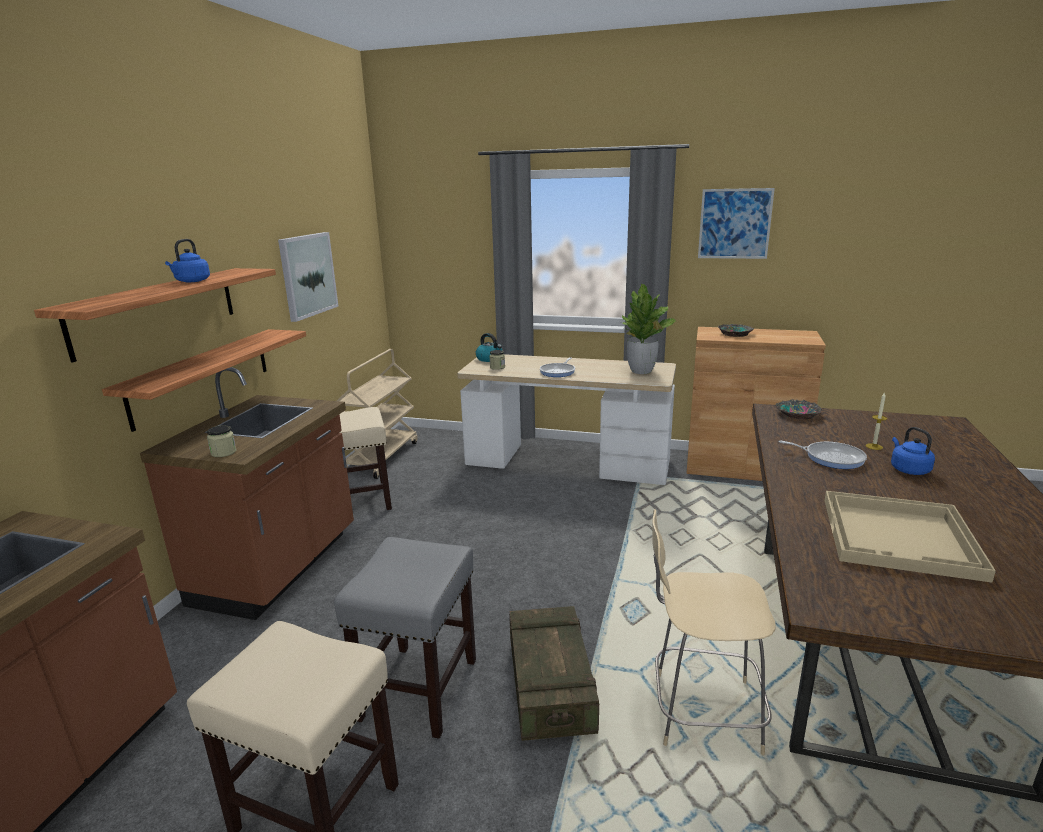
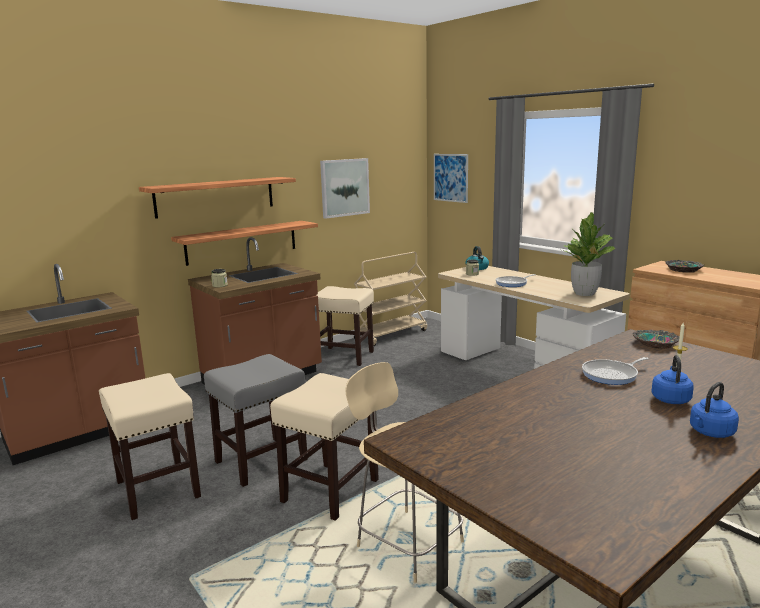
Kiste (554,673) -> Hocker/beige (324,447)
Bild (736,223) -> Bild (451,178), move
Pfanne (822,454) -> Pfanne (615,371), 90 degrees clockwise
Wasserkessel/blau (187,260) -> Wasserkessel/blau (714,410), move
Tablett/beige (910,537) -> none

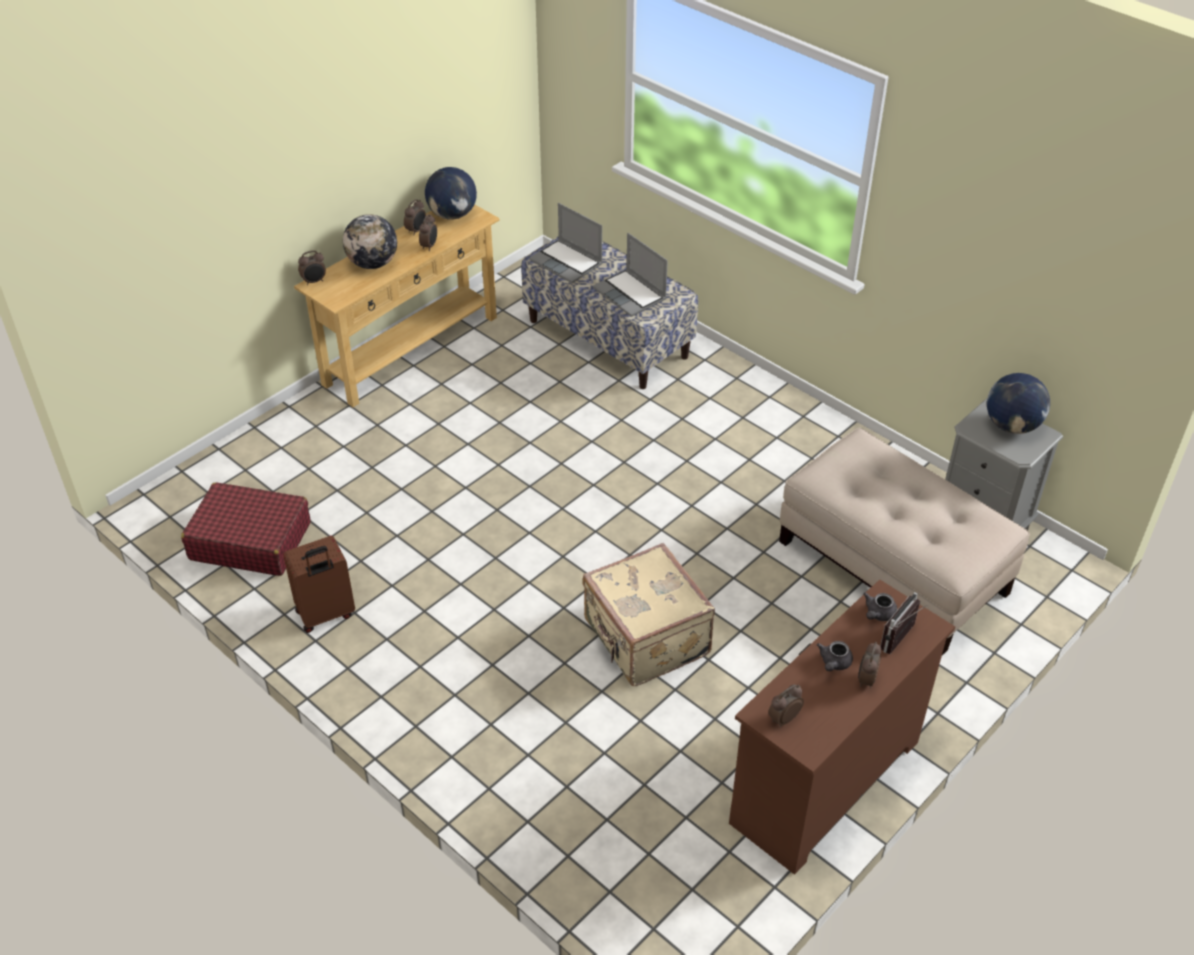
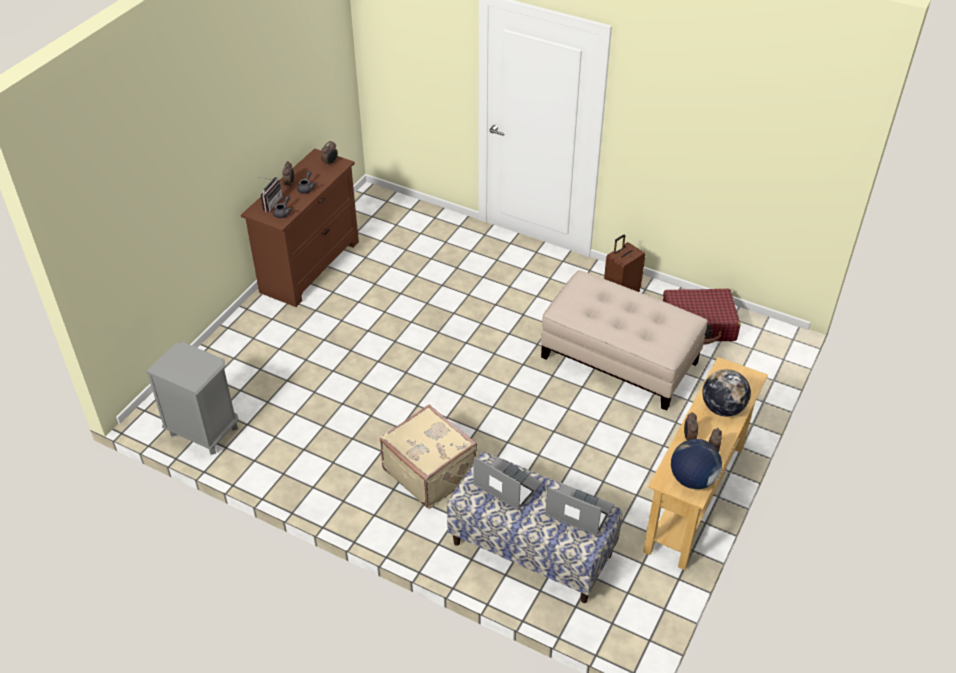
Koffer/beige (649,614) -> Koffer/beige (428,457), move
Polsterhocker/beige (904,541) -> Polsterhocker/beige (624,340), move
Wecker (312,267) -> none
Globus (1018,403) -> none

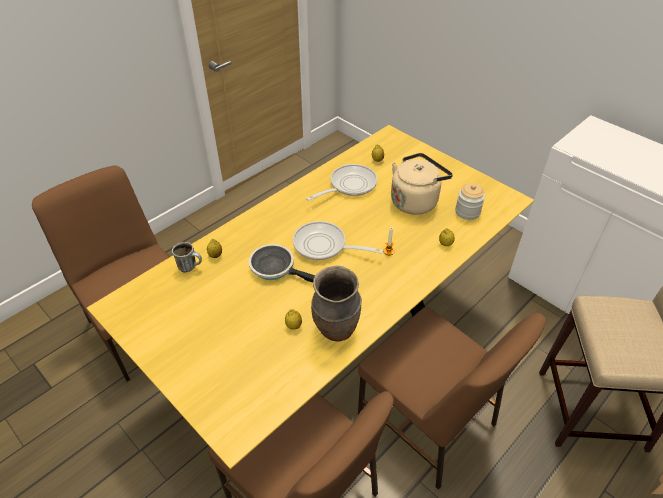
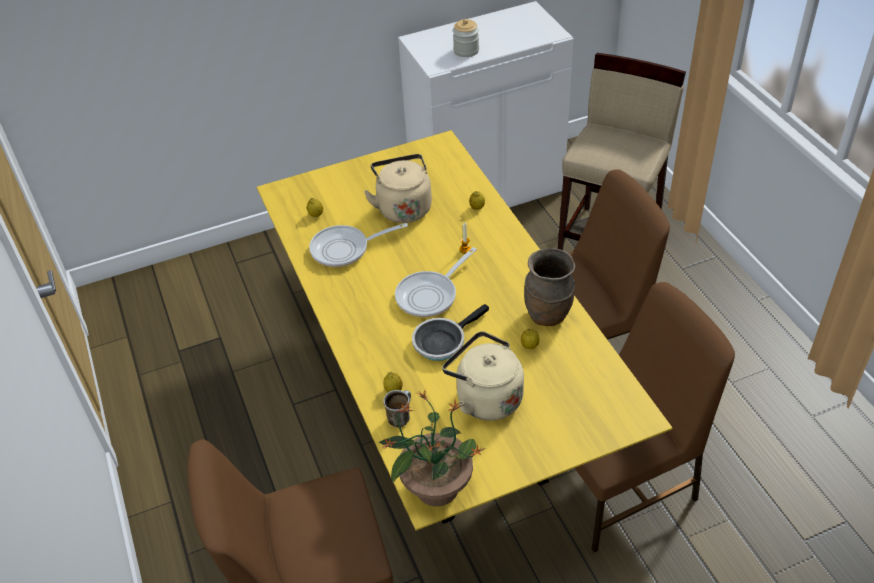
Pfanne (341,182) -> Pfanne (358,245), 90 degrees counterclockwise
none -> Topfpflanze (432,447)
none -> Wasserkessel/beige (483,376)
Vorratsglas (470,201) -> Vorratsglas (466,38), move

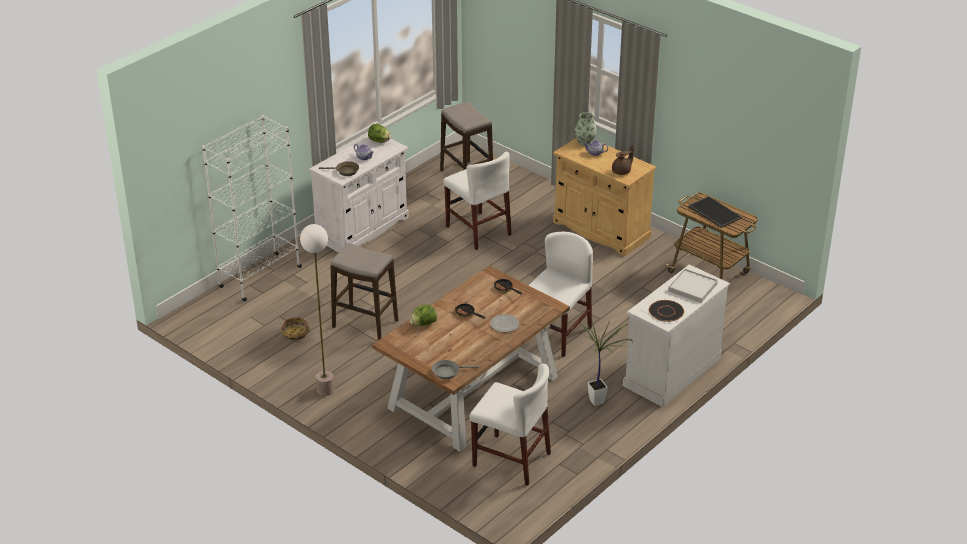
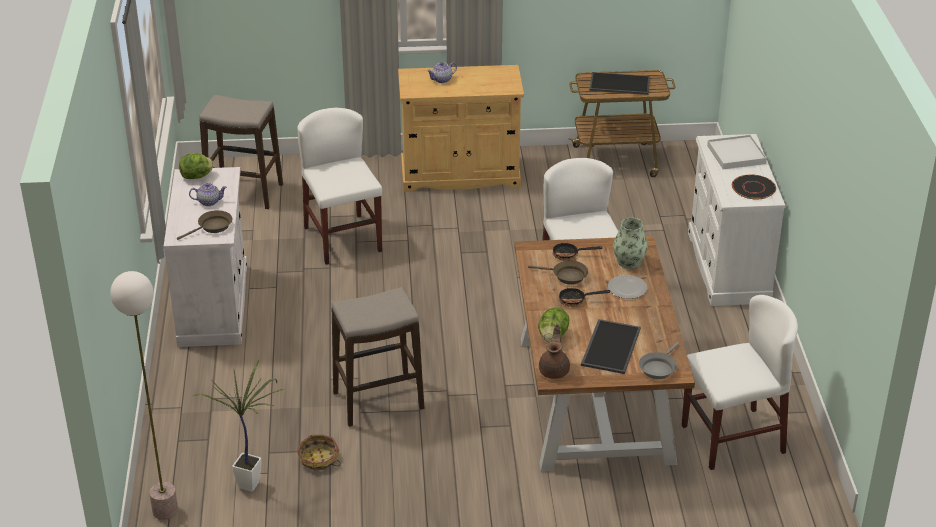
Stehlampe (317,310) -> Stehlampe (144,395), move
Topfpflanze (606,363) -> Topfpflanze (240,426), move
Stuhl/weiß (477,200) -> Stuhl/weiß (339,186), 120 degrees counterclockwise
none -> Pfanne/braun (558,273)
Teekanne/braun (623,160) -> Teekanne/braun (554,351), move
none -> Tablett (611,346)
Vase (586,129) -> Vase (630,243), move
Bücherregal/weiß (252,208) -> none

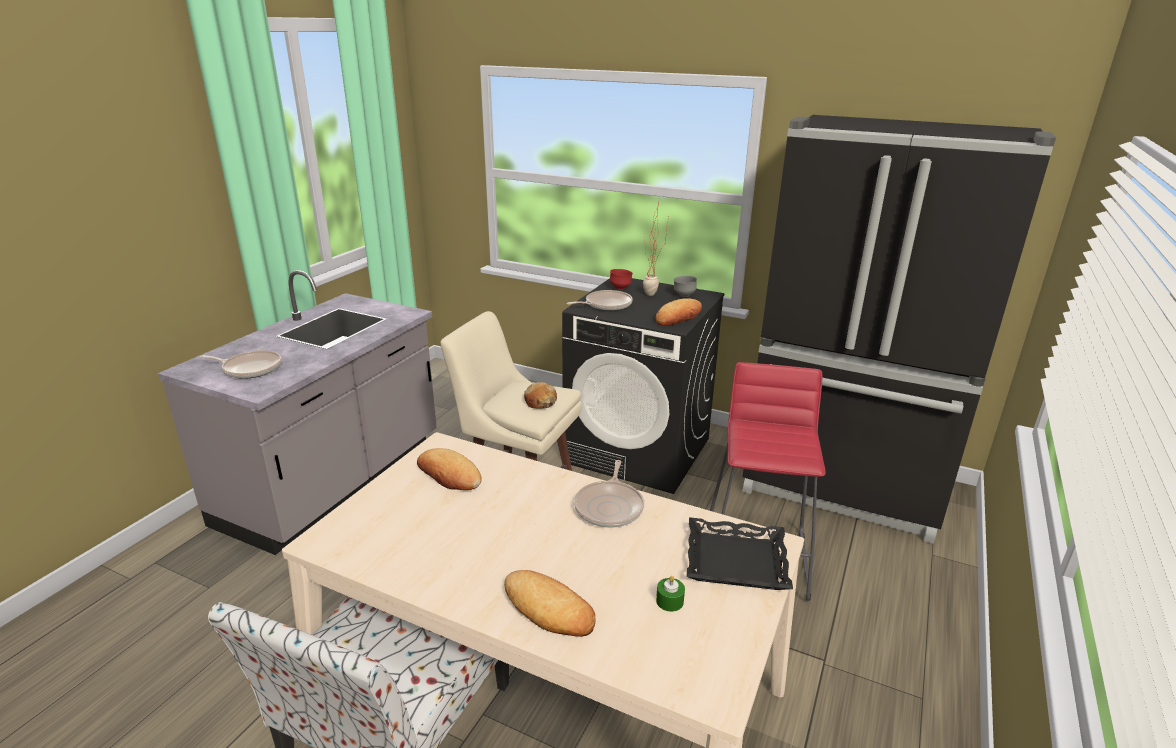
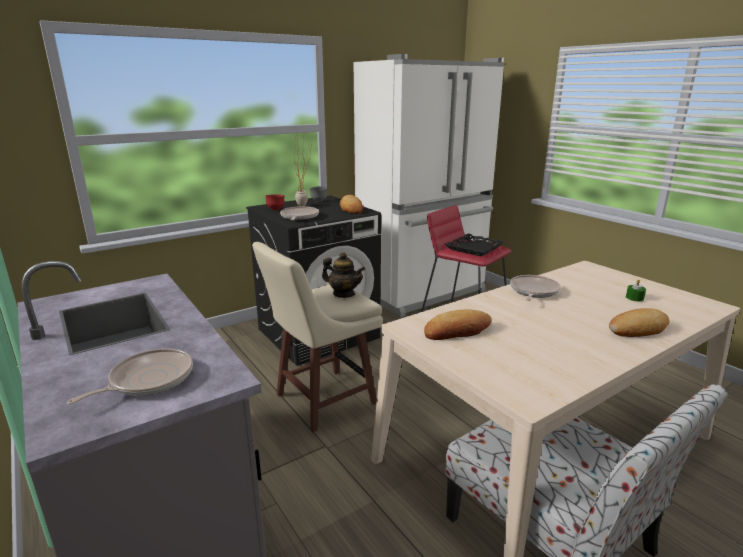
Brot (540,395) -> Teekanne (343,275)
Kühlschrank/schwarz (899,329) -> Kühlschrank/weiß (429,185)
Tablett/schwarz (740,554) -> Tablett/schwarz (475,245), move
Pfanne (609,494) -> Pfanne (535,288), 105 degrees counterclockwise

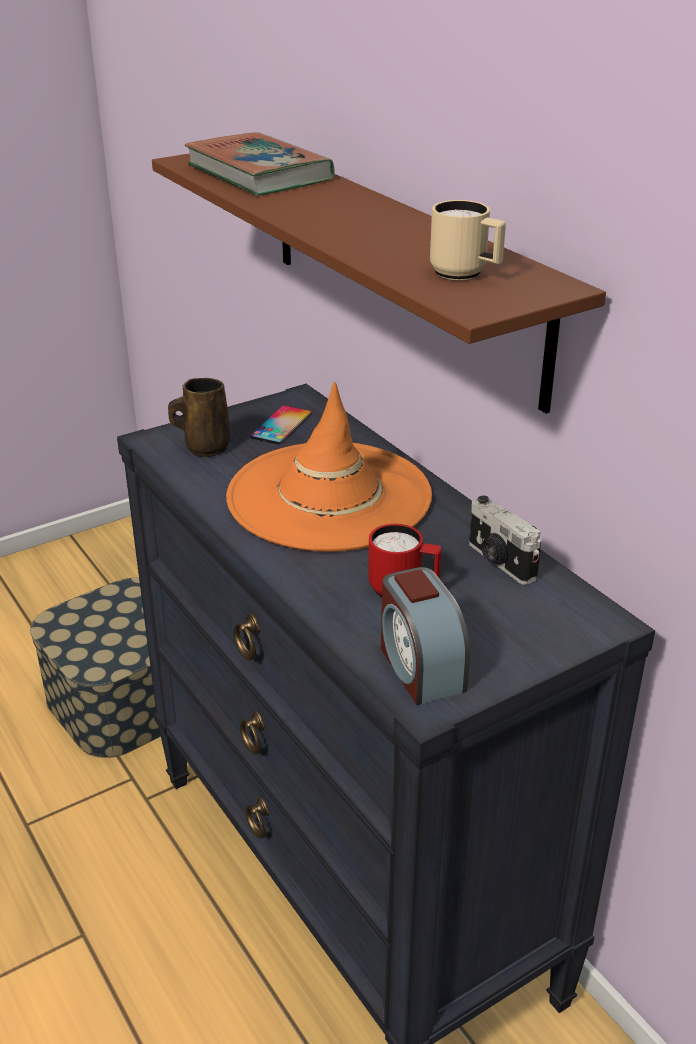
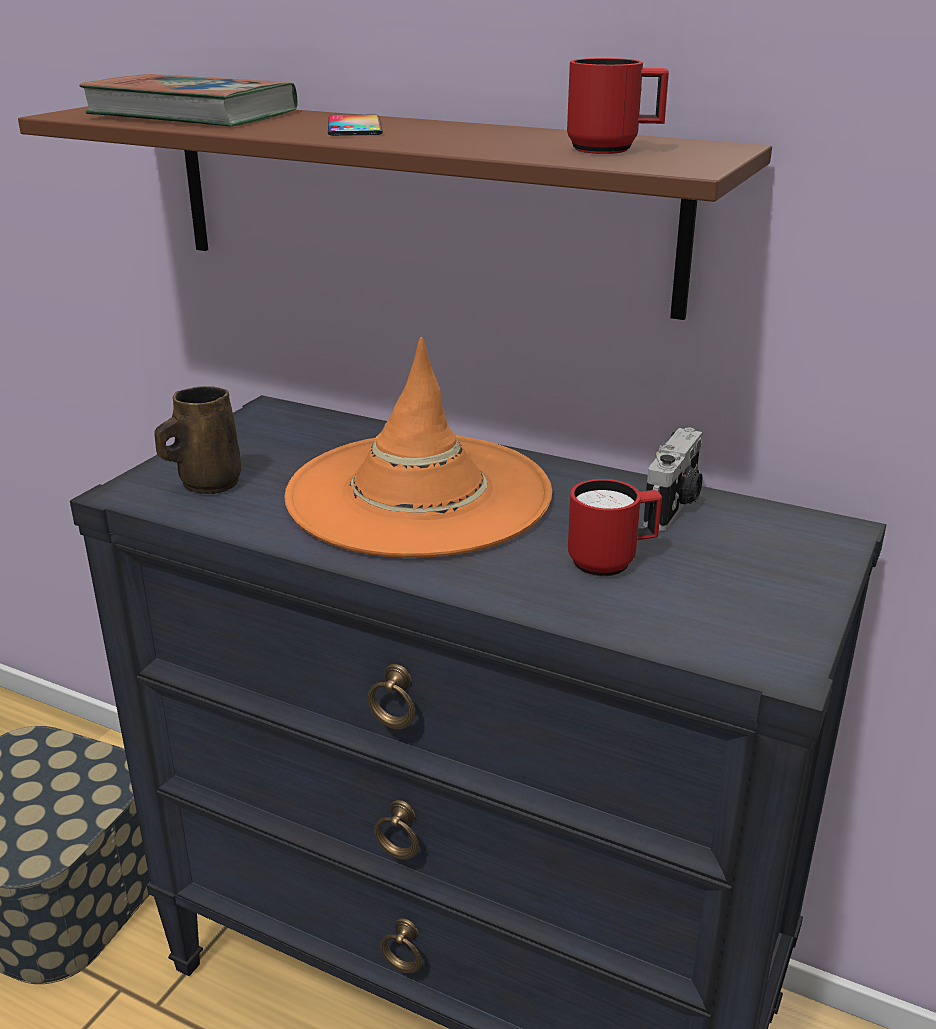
Handy (280,424) -> Handy (355,125), move
Henkelbecher/beige (468,240) -> Henkelbecher/rot (618,106)
Kamera (505,540) -> Kamera (673,479), 90 degrees counterclockwise
Wecker (425,636) -> none

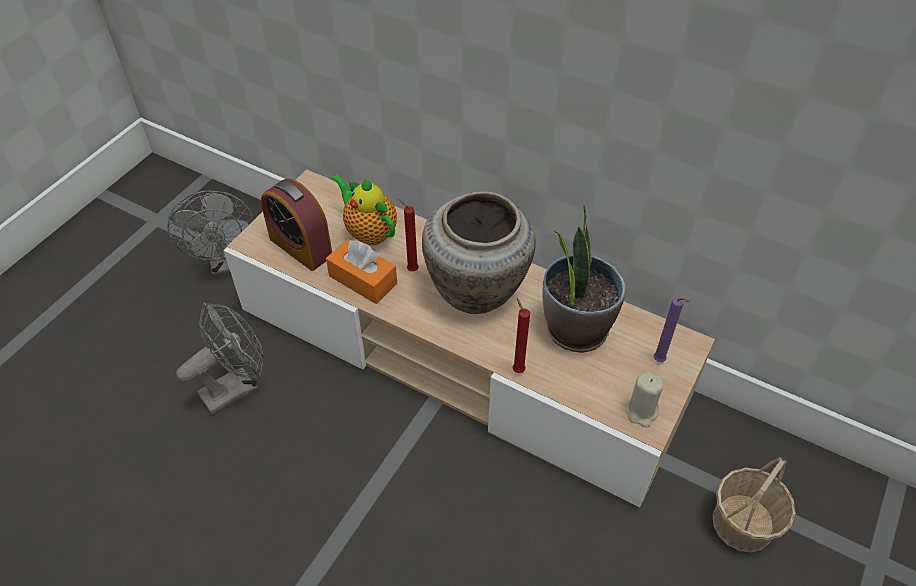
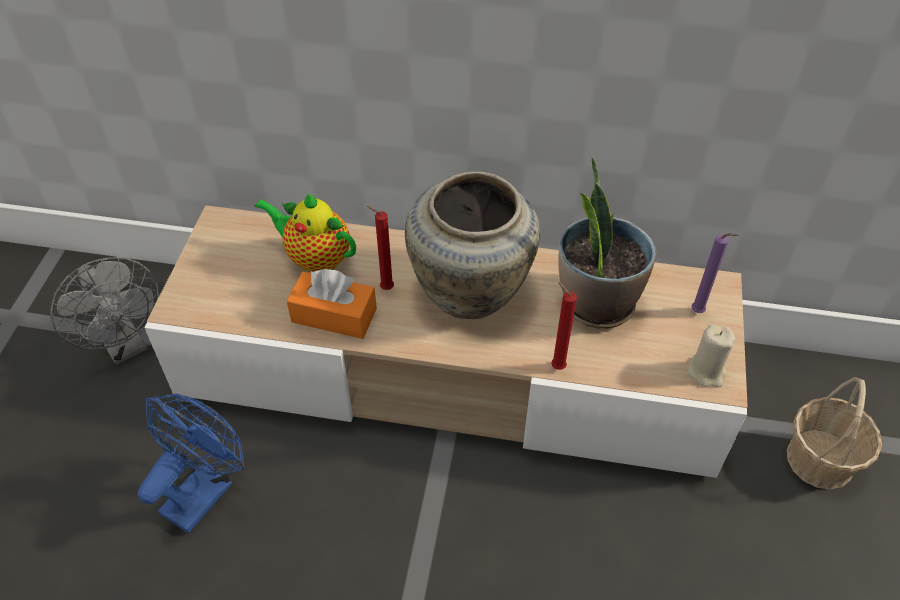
Ventilator/grau (220,359) -> Ventilator/blau (190,463)
Wecker (296,224) -> none

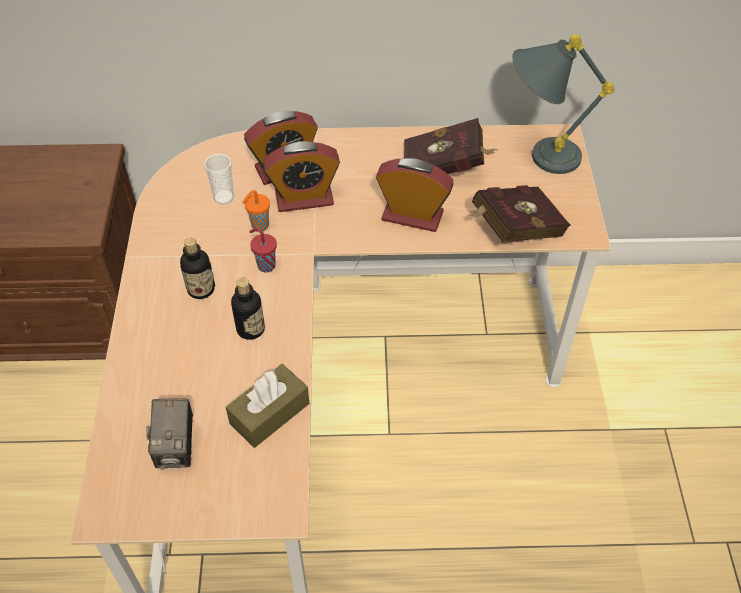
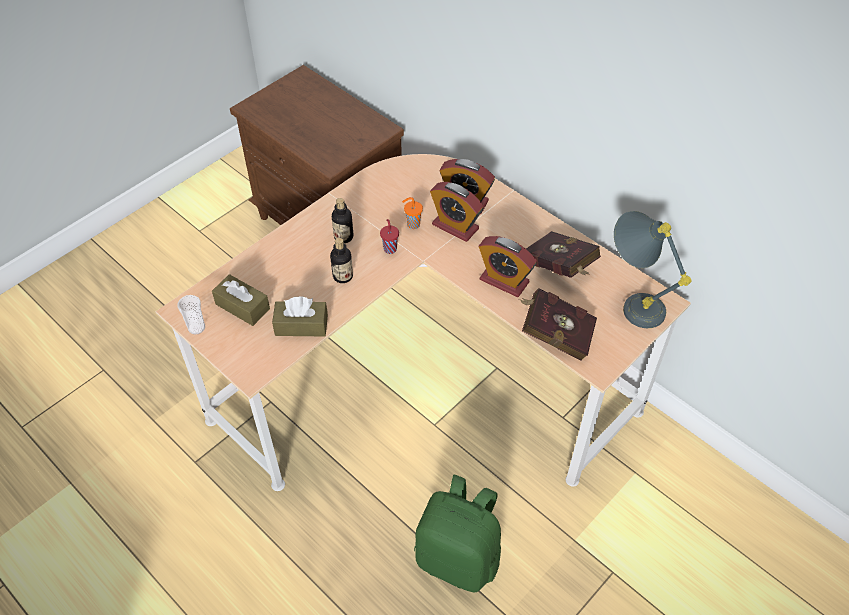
Tasse (219,179) -> Tasse (191,315), move
Kamera (169,434) -> Taschentuchbox/braun (241,300)
none -> Rucksack/grün (457,533)
Wecker (415,195) -> Wecker (507,266), 150 degrees clockwise

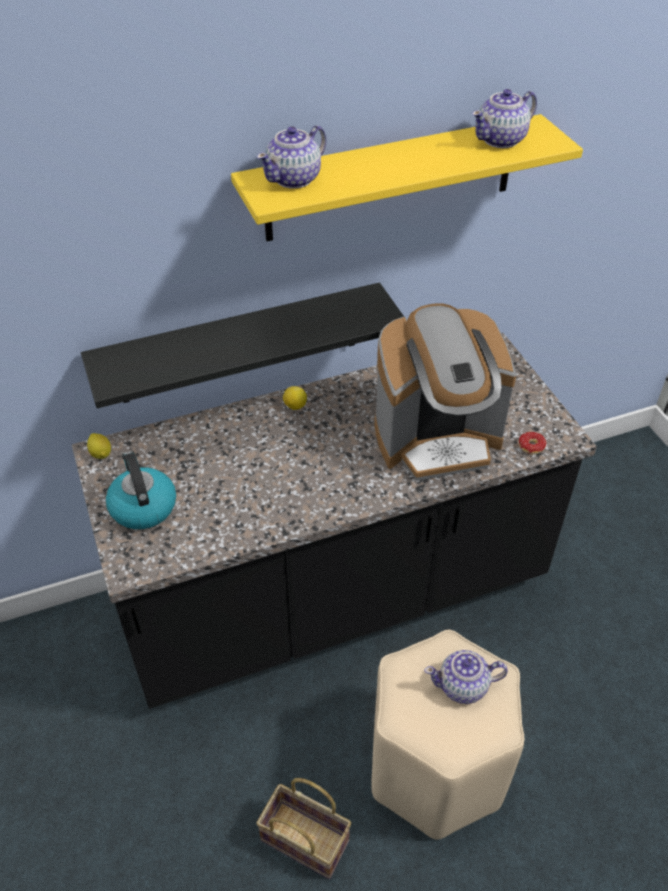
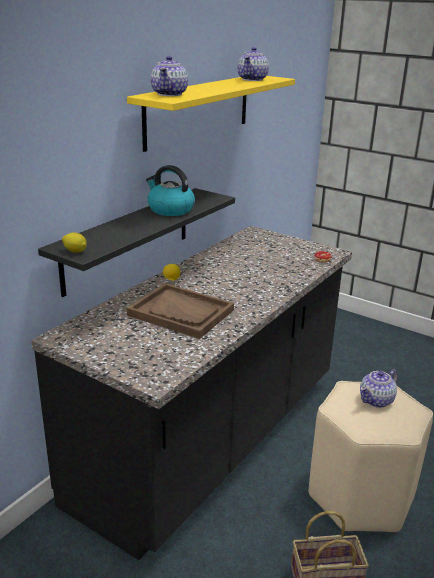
Zitrone (99,446) -> Zitrone (74,243), move
none -> Tablett/braun (180,311)
Wasserkessel (141,490) -> Wasserkessel (170,190), move
Kaffeemaschine (446,392) -> none

